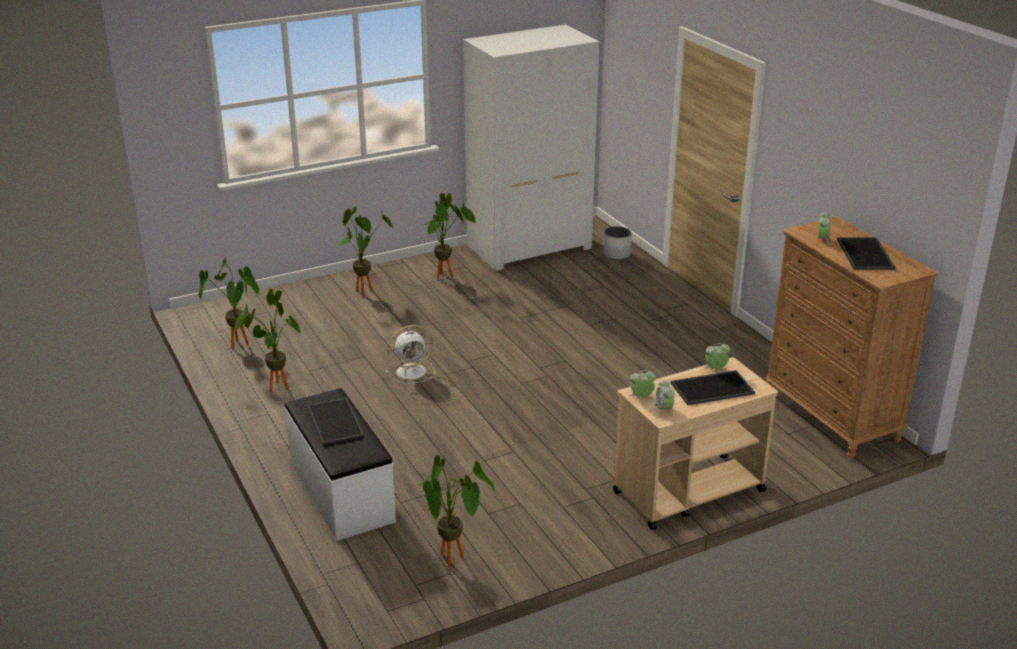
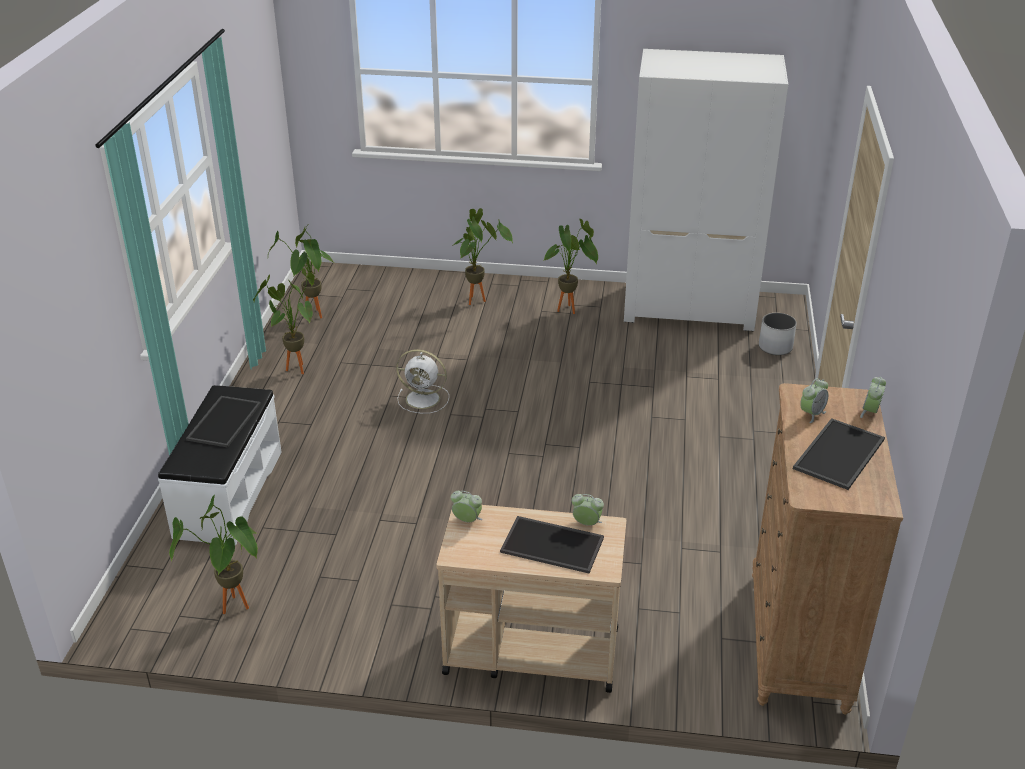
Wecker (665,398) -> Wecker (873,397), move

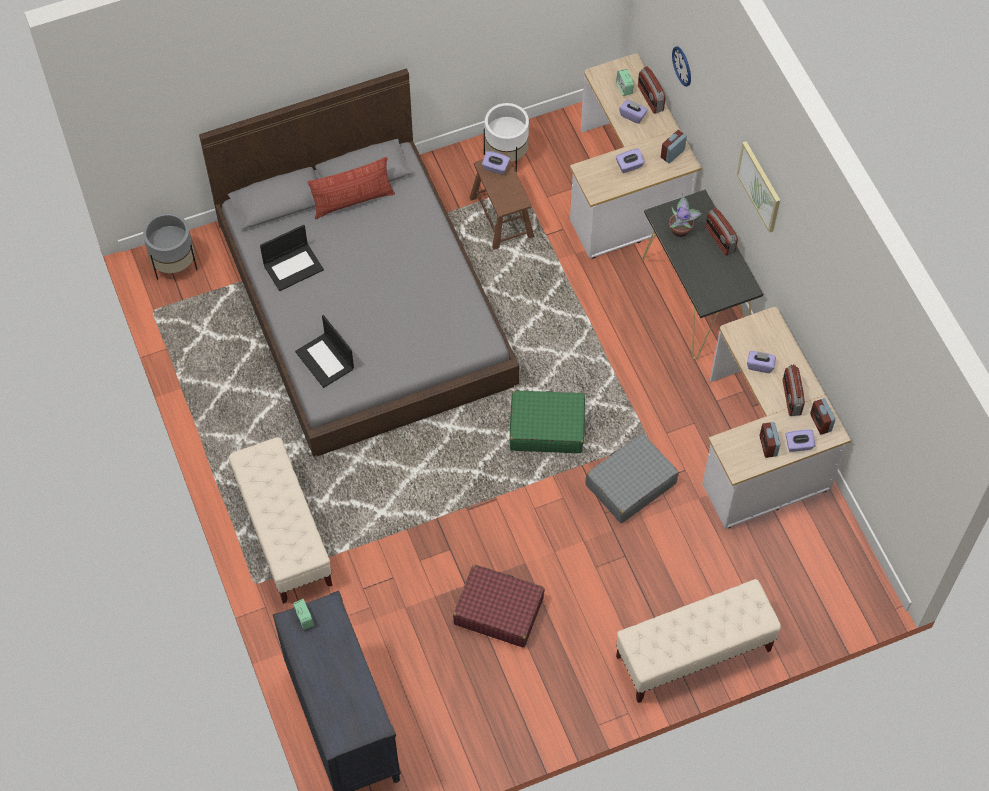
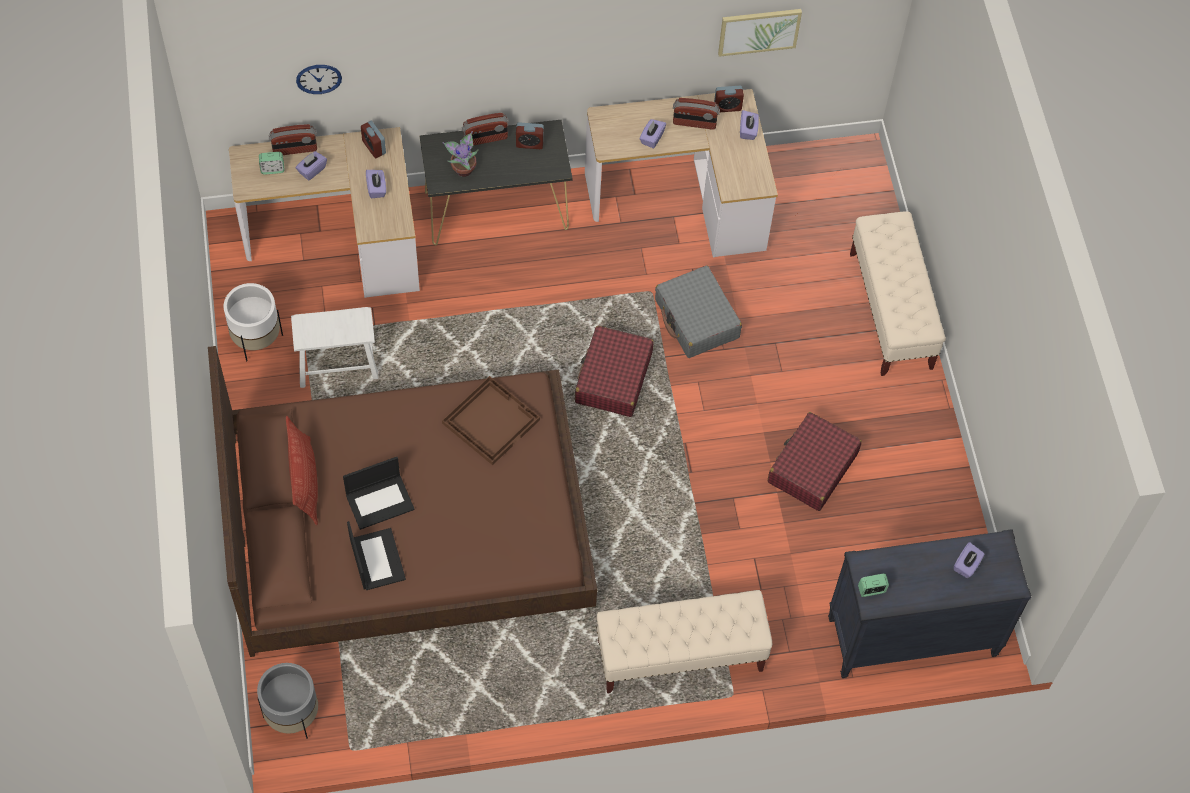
Bett/grau (359,262) -> Bett/braun (402,501)
Hocker/braun (502,201) -> Hocker/weiß (334,347)
Laptop (324,351) -> Laptop (379,493), move
none -> Tablett/braun (491,420)
Wecker (769,440) -> Wecker (530,135), move
Koffer/grün (547,422) -> Koffer/rot (614,371)
Bild (758,187) -> Bild (760,33), move
Taschentuchbox/lila (496,163) -> Taschentuchbox/lila (969,560), move

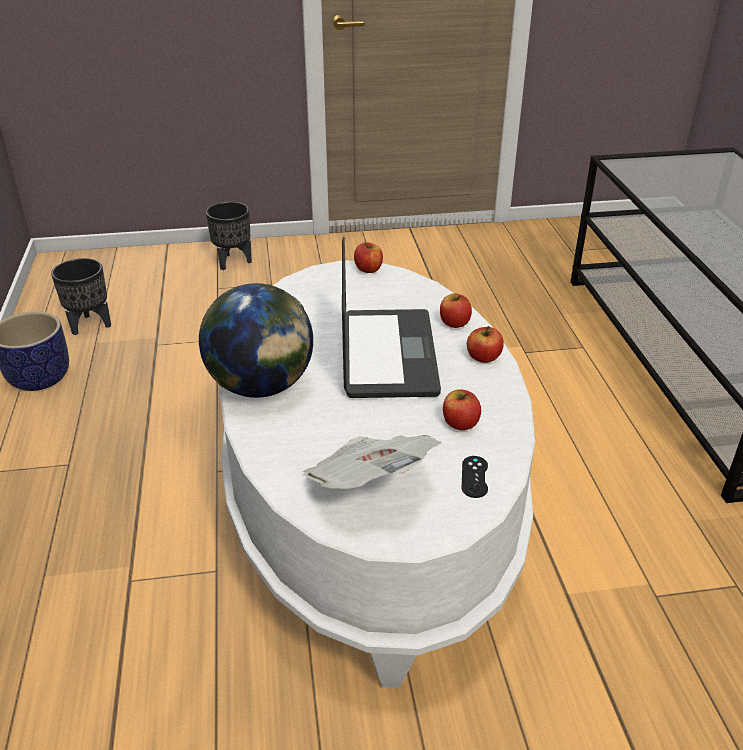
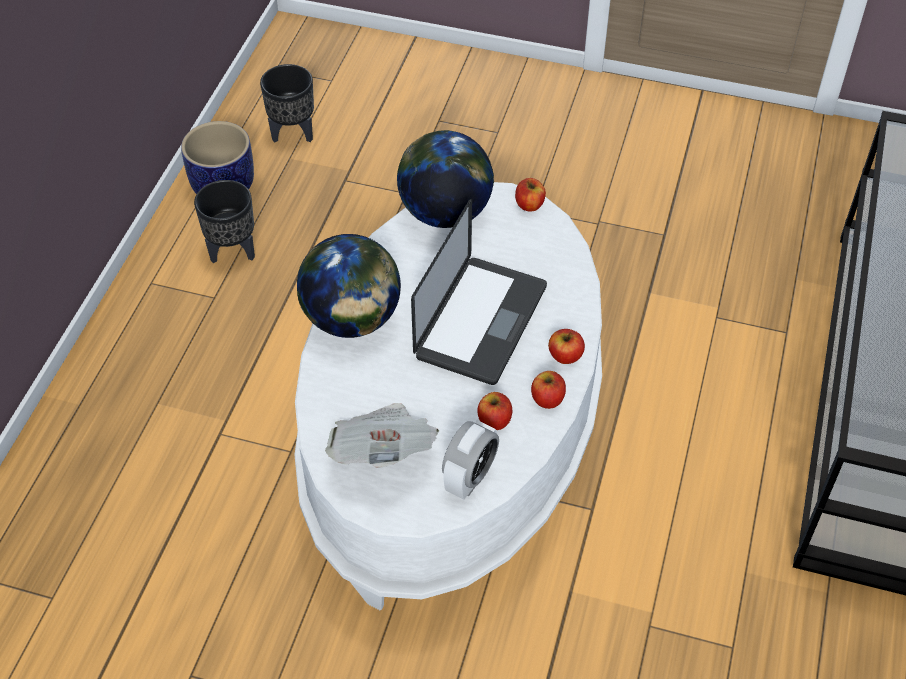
Pflanzkübel/schwarz (229,236) -> Pflanzkübel/schwarz (224,221), move
none -> Globus (445,179)
Gamepad/schwarz (475,477) -> Wecker (470,460)
Apfel (456,311) -> Apfel (548,390), move

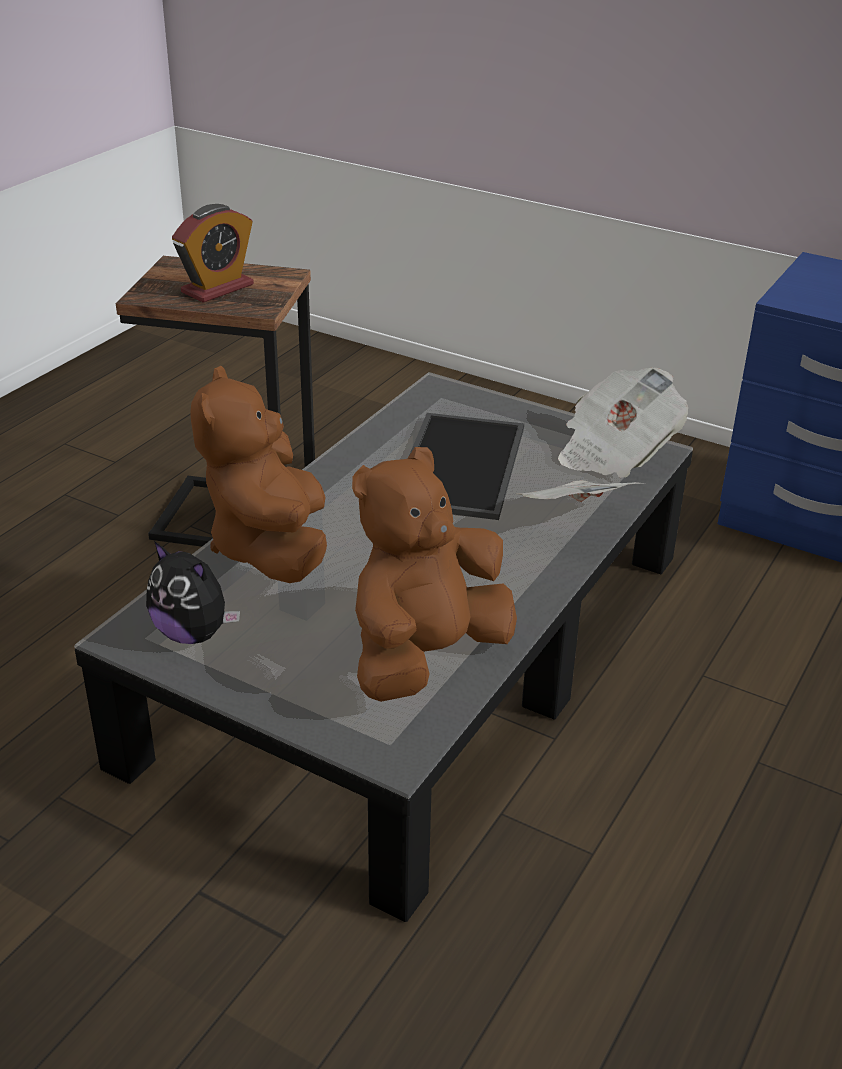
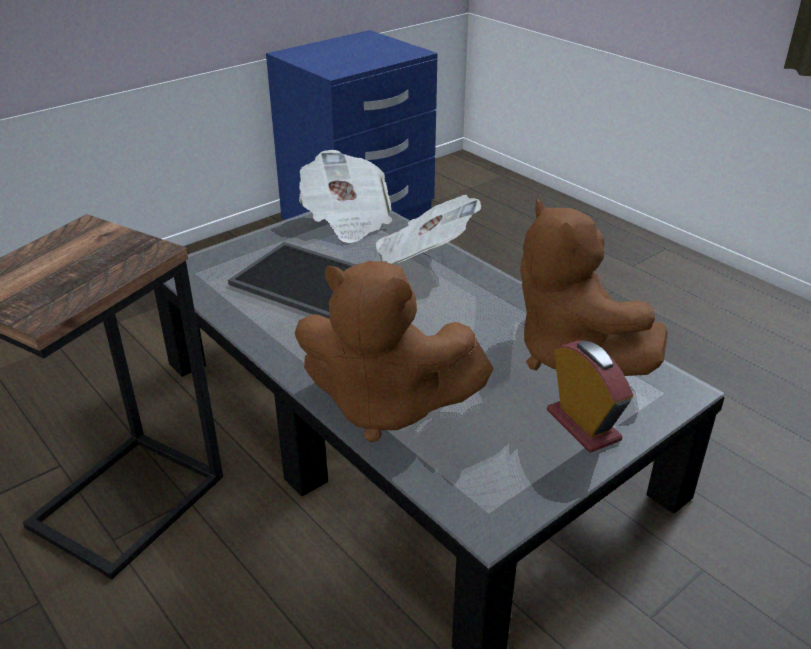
Wecker (213,253) -> Wecker (590,396), move
Plüschtier (193,592) -> none

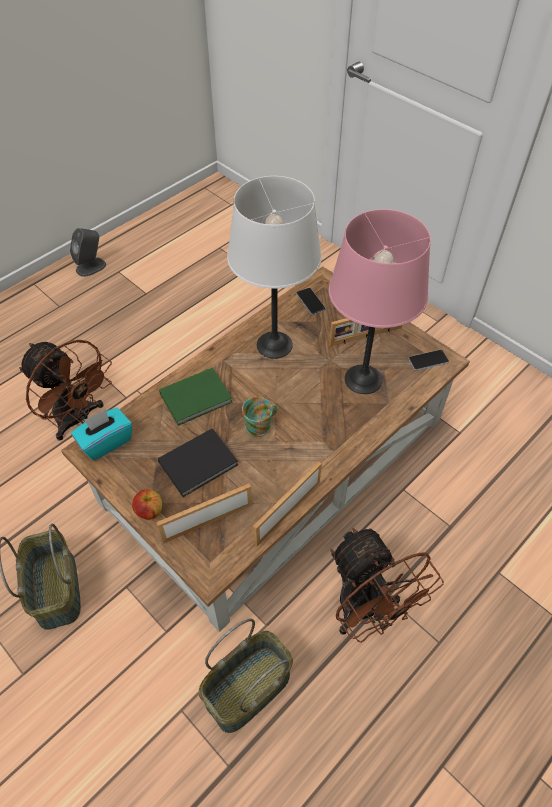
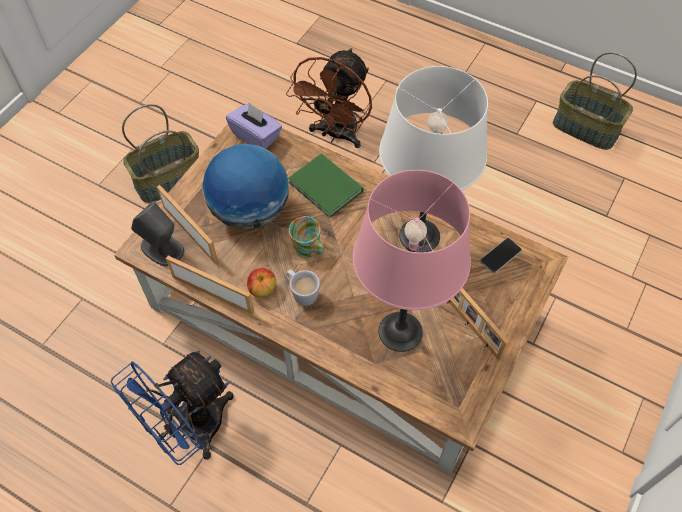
Ventilator/braun (387,585) -> Ventilator/blau (172,408)
Lautsprecher/grau (88,252) -> Lautsprecher/grau (157,234), move
Buch/schwarz (198,462) -> Globus (245,187)
Taschentuchbox/türkis (101,434) -> Taschentuchbox/lila (254,126)
Apfel (147,504) -> Apfel (261,283), move
none -> Henkelbecher/weiß (303,287)
Korb (246,675) -> Korb (595,101), move
Handy (428,360) -> none

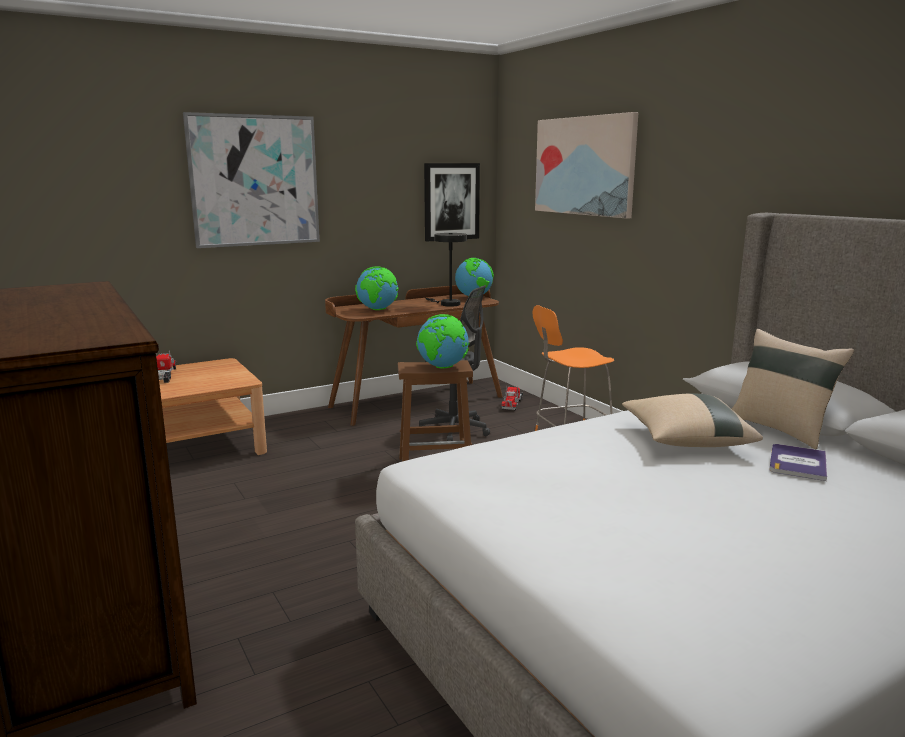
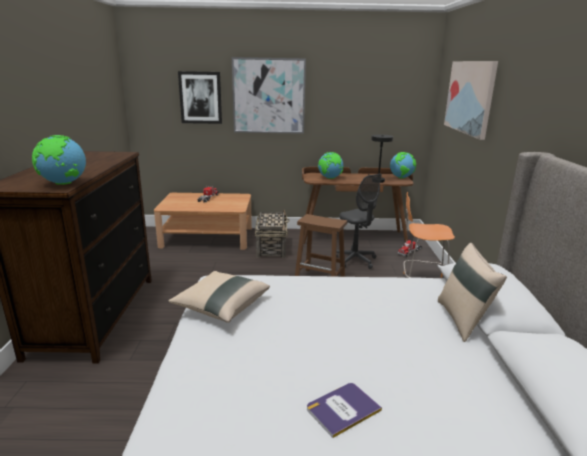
Globus (443,341) -> Globus (59,160), move
Kissen/beige (692,420) -> Kissen/beige (219,297), move
Bild (452,202) -> Bild (200,97), move
none -> Korb (272,233)
Buch (798,462) -> Buch (344,410), move

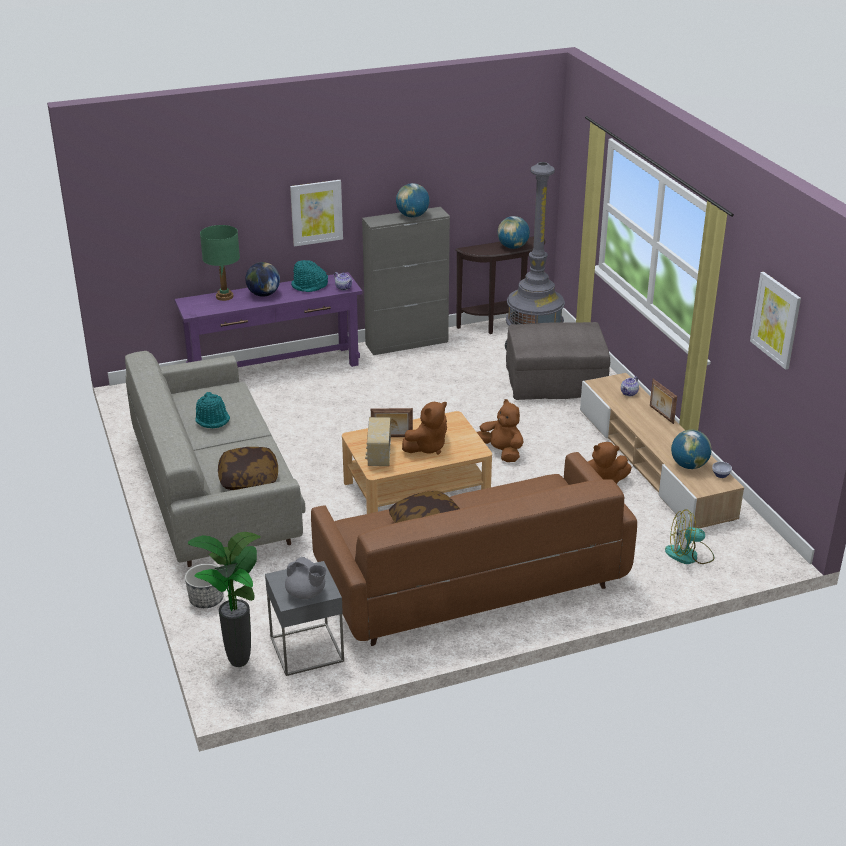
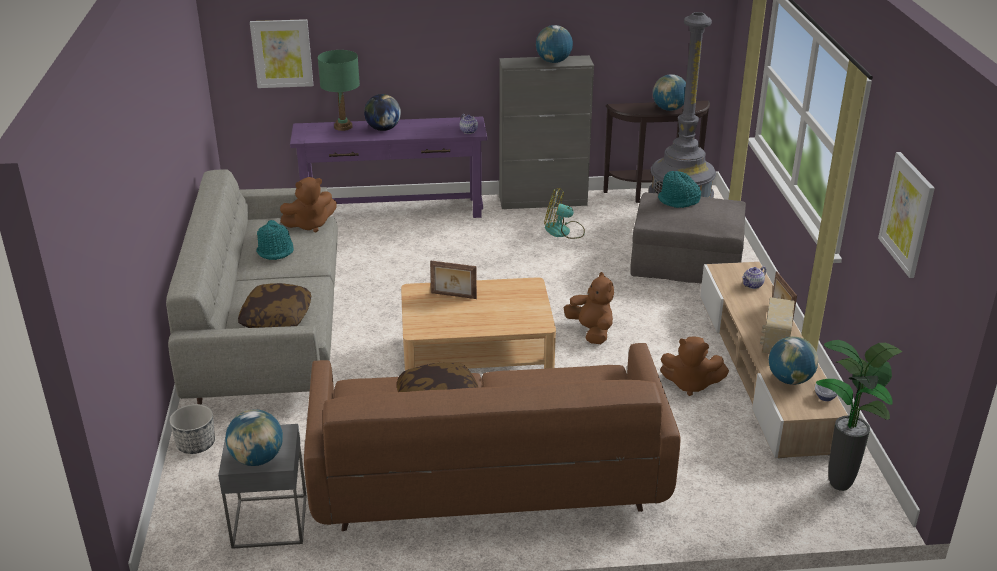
Teekanne/grau (306,578) -> Globus (254,437)
Bild (316,213) -> Bild (281,53), move
Plüschtier/braun (424,428) -> Plüschtier/braun (308,204), move
Ventilator (689,536) -> Ventilator (564,213), move
Hut/türkis (309,276) -> Hut/türkis (679,189), move
Radio (378,441) -> Radio (777,325), move
Topfpflanze (224,599) -> Topfpflanze (859,415), move

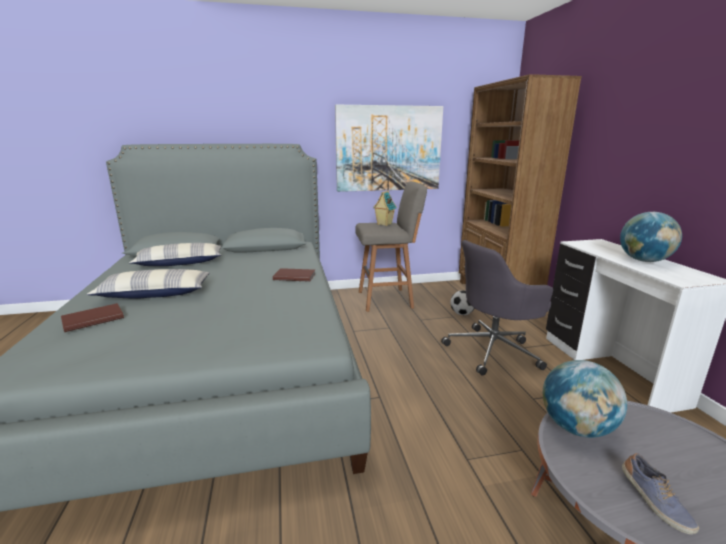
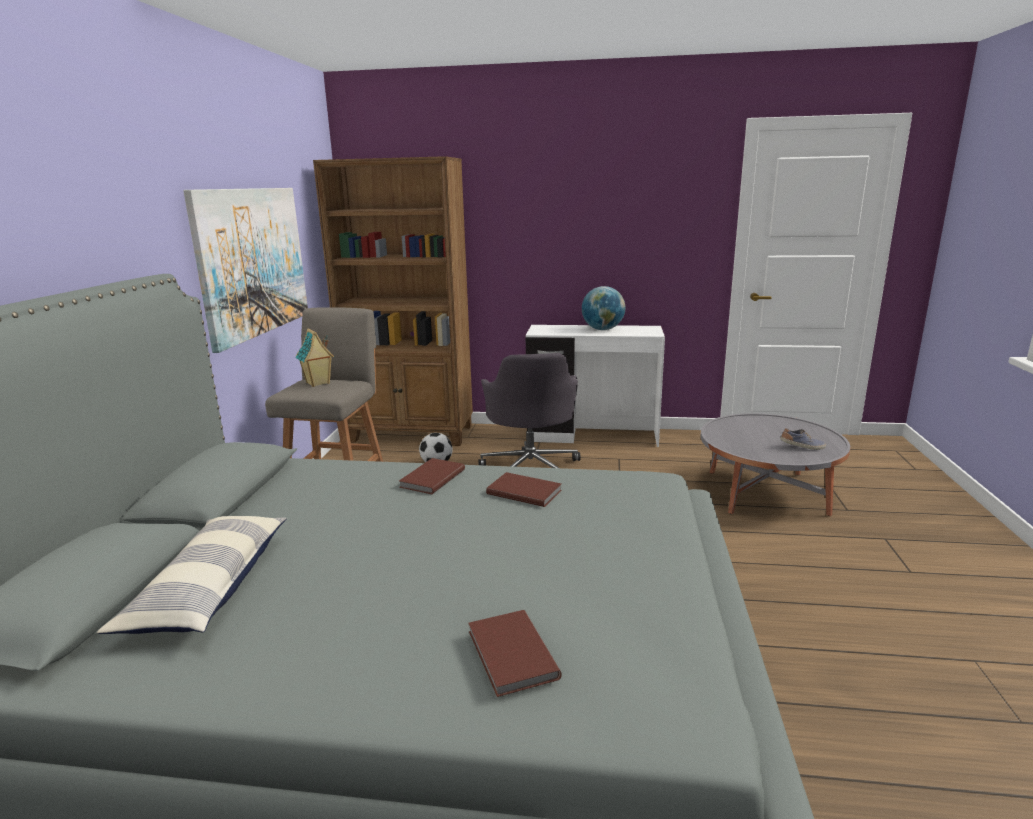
none -> Buch/braun (524,489)
Kissen (148,284) -> none
Globus (585,399) -> none

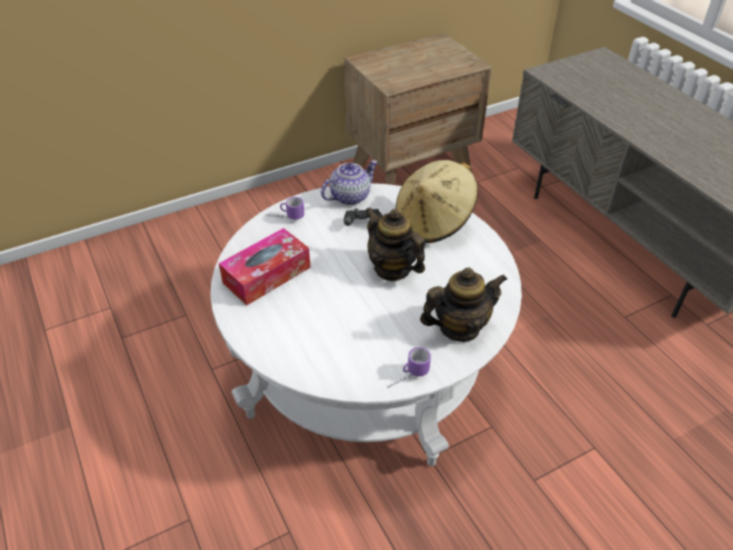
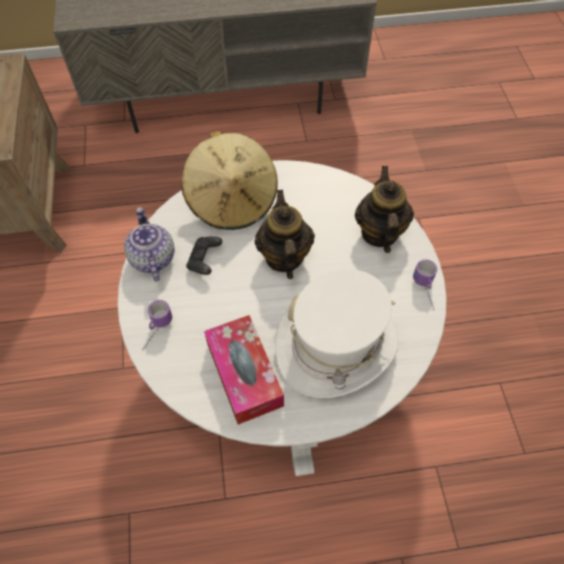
Teekanne (395,244) -> Teekanne (285,234), 105 degrees clockwise
none -> Hut/weiß (337,333)

